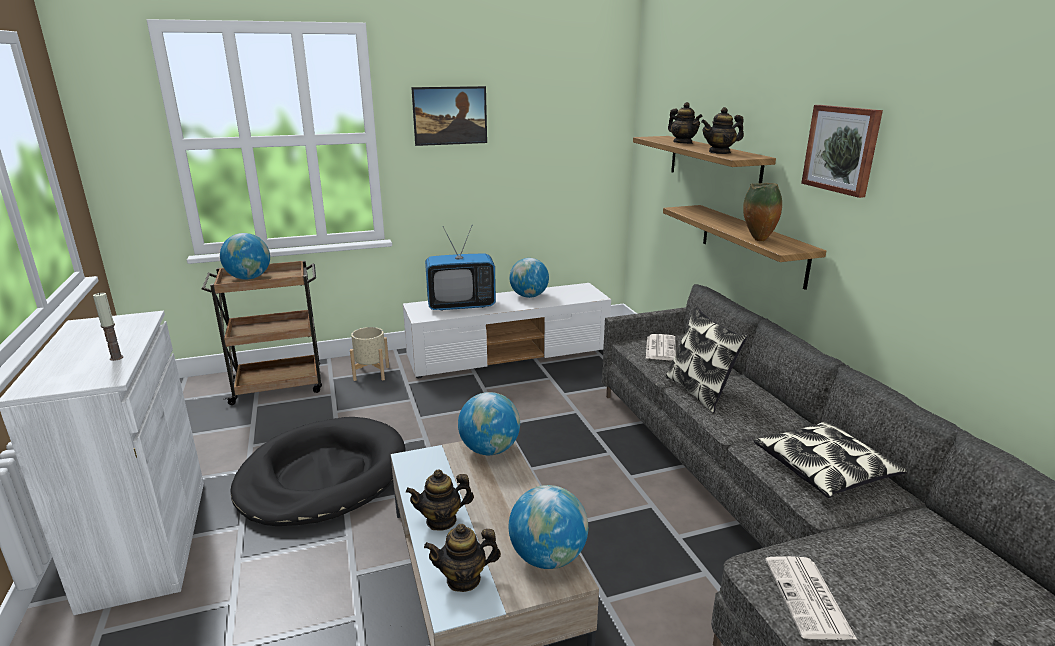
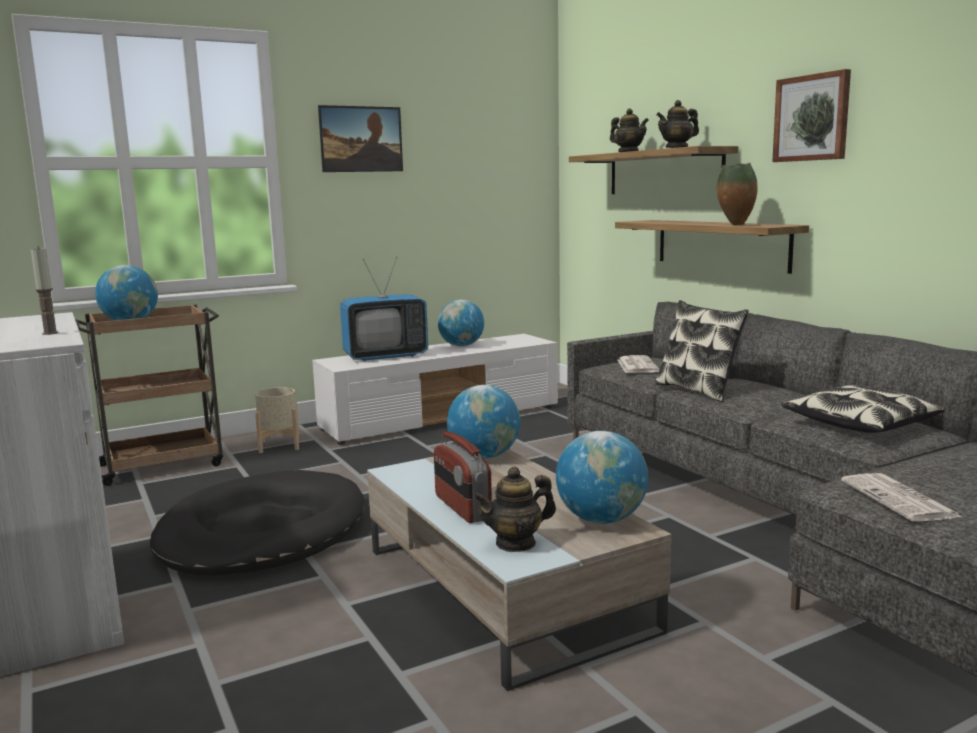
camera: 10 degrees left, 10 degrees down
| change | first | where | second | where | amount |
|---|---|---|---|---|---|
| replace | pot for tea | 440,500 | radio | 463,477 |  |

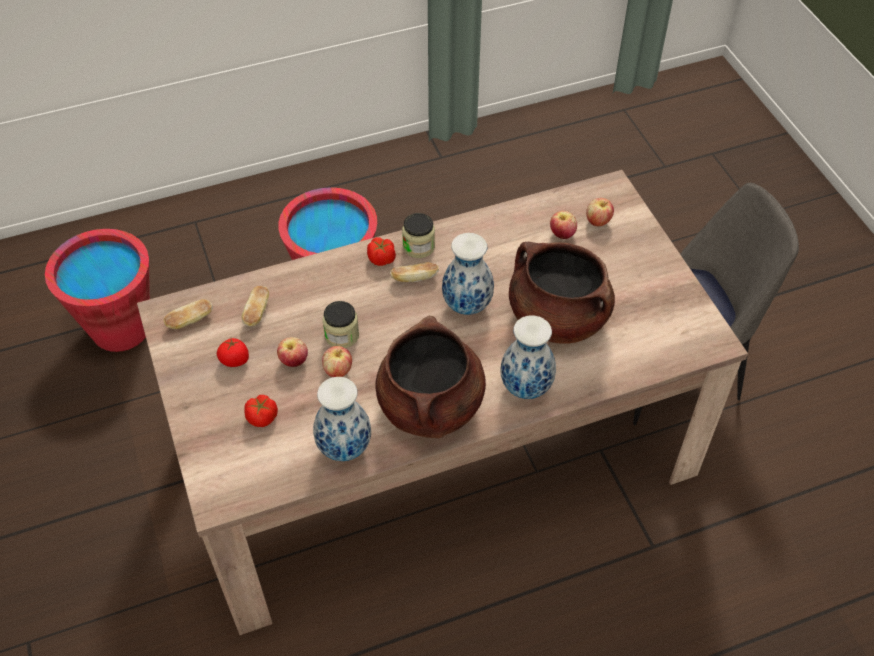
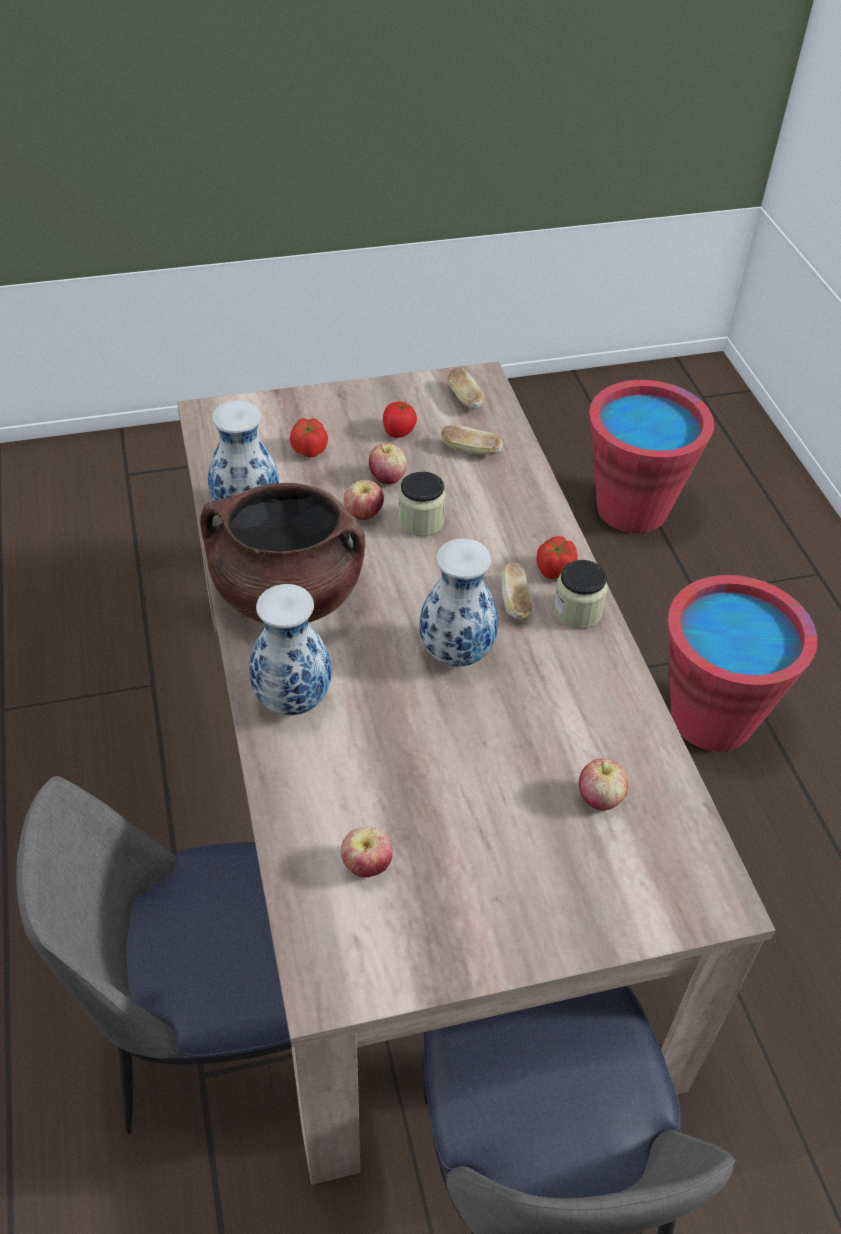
camera: 95 degrees right, 5 degrees down
| change | first | where | second | where | amount |
|---|---|---|---|---|---|
| move | apple | 600,212 |  | 367,851 |  |
| delete | brown stockpot | 562,293 |  |  |  |
| insert |  |  | plain chair | 153,955 |  |

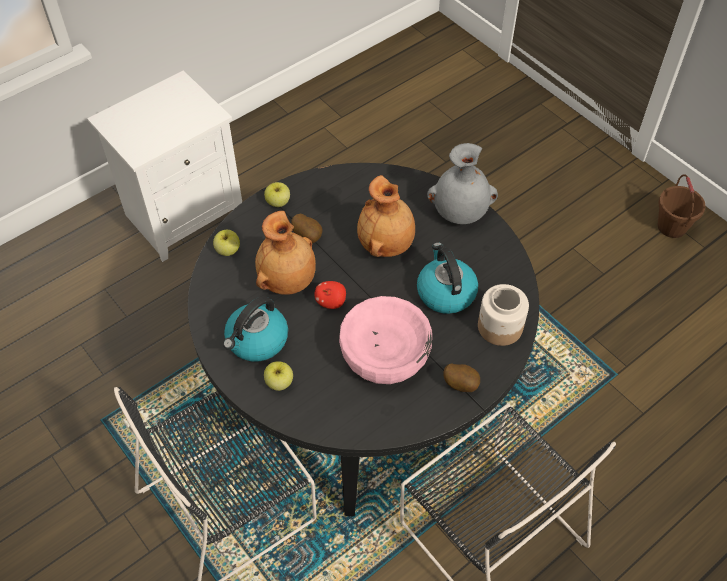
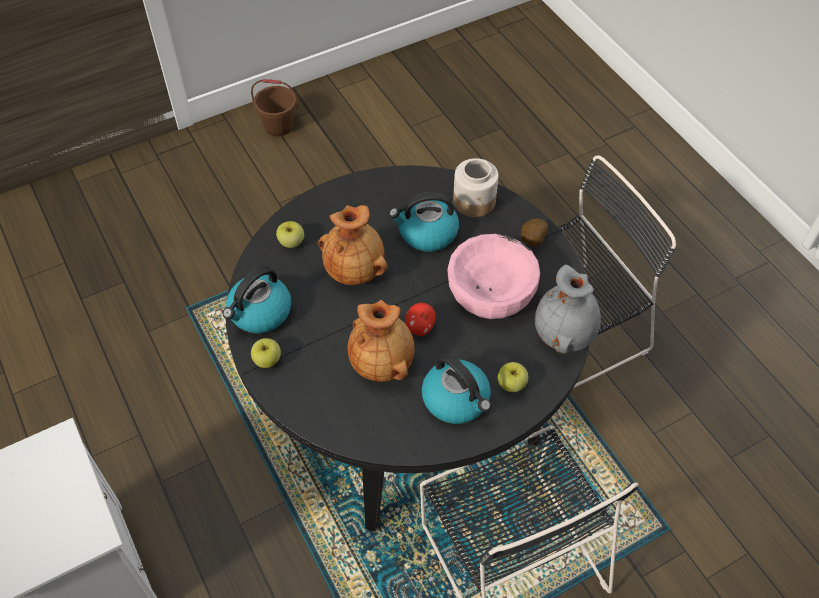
camera: 80 degrees left, 0 degrees up
| change | first | where | second | where | amount |
|---|---|---|---|---|---|
| move | gray flower vase | 462,183 |  | 568,309 |  |
| delete | potato | 306,228 |  |  |  |
| move | apple | 226,243 |  | 290,234 |  |
| insert |  |  | water kettle | 257,299 |  |

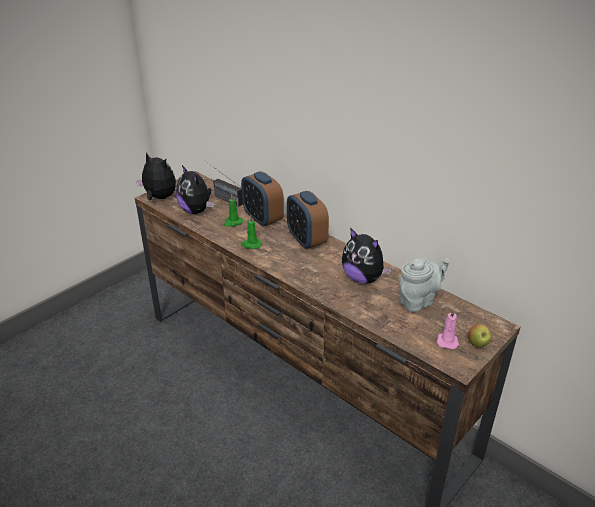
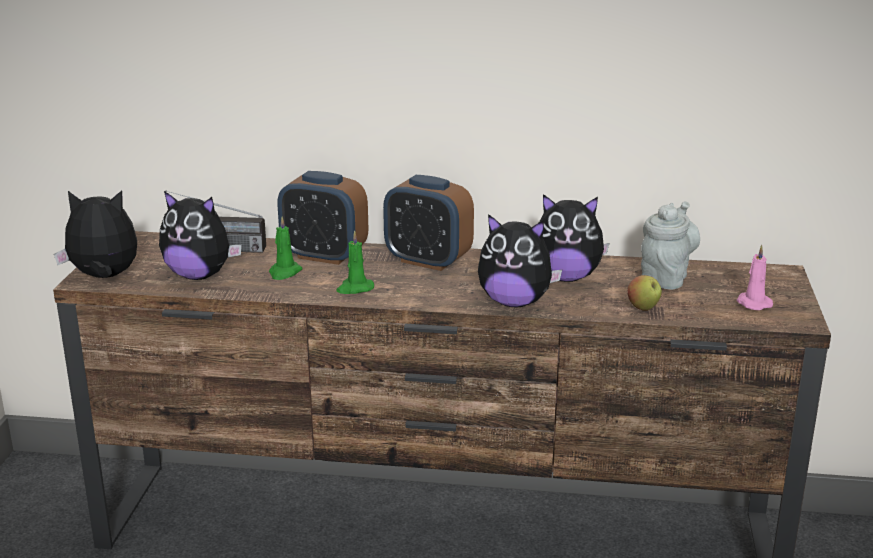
camera: 35 degrees left, 10 degrees down
| change | first | where | second | where | amount |
|---|---|---|---|---|---|
| move | apple | 479,336 |  | 644,293 |  |
| insert |  |  | cuddly toy | 520,261 |  |

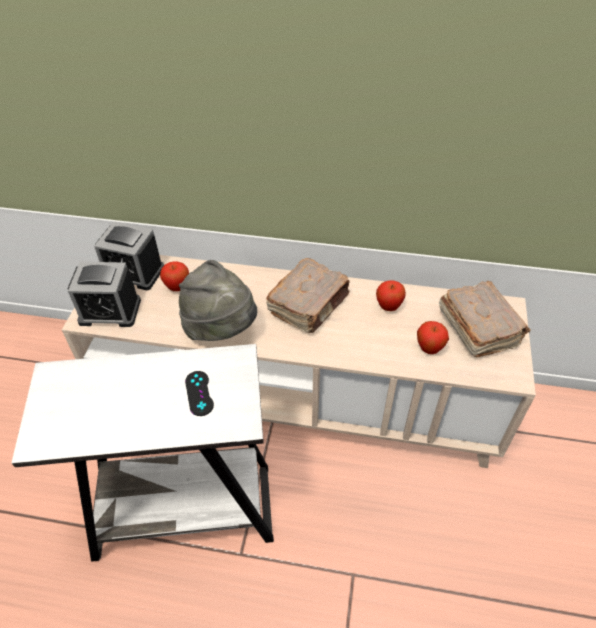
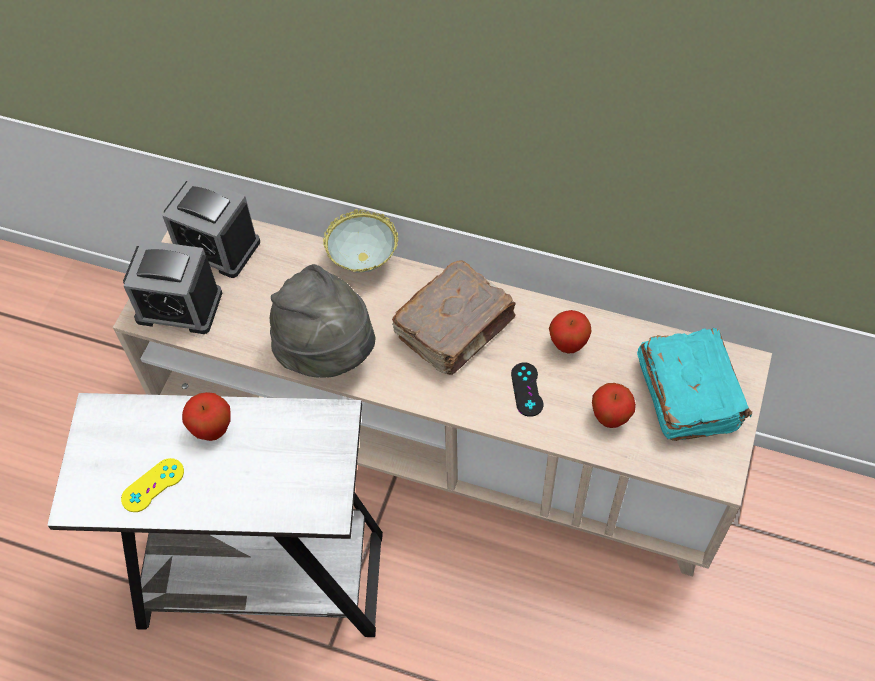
camera: 10 degrees right, 10 degrees up
| change | first | where | second | where | amount |
|---|---|---|---|---|---|
| move | apple | 174,276 |  | 206,416 |  |
| recolor | brown volume | 485,319 | turquoise volume | 694,384 |  |
| move | blackish gamepad | 199,393 |  | 527,389 |  |
| insert |  |  | deep dish | 360,241 |  |
| insert |  |  | yellow gamepad | 152,485 |  |

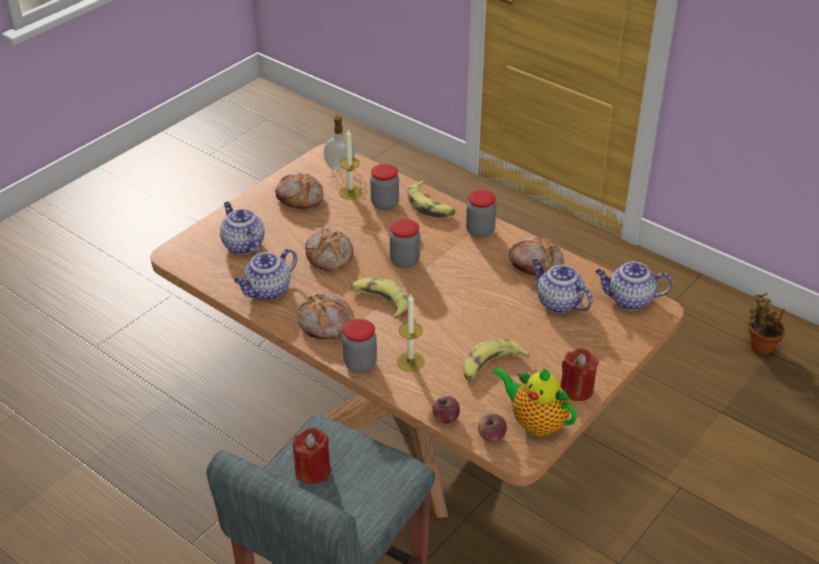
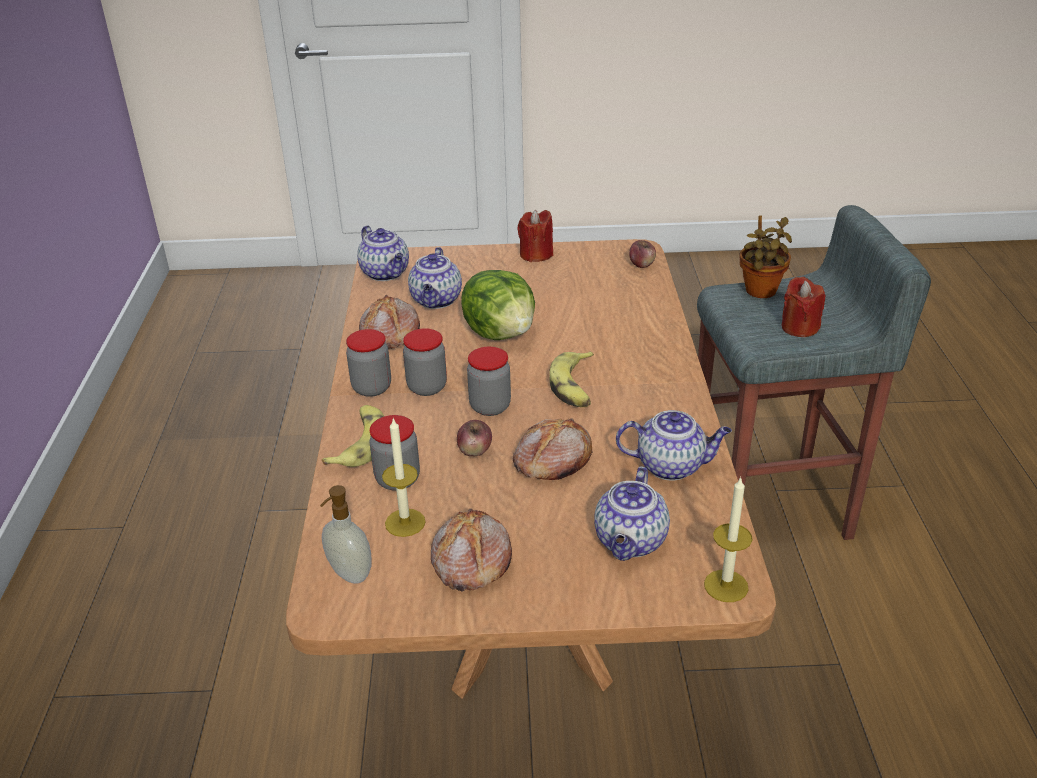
camera: 130 degrees left, 5 degrees down
| change | first | where | second | where | amount |
|---|---|---|---|---|---|
| move | potted plant | 767,324 |  | 765,256 |  |
| delete | bread | 325,316 |  |  |  |
| move | wax candle | 410,333 |  | 728,539 |  |
| move | preserve jar | 359,346 |  | 425,362 |  |
| delete | banana | 496,360 |  |  |  |
| delete | pot for tea | 534,402 |  |  |  |
| move | apple | 446,410 |  | 474,438 |  |
| insert |  |  | lettuce | 498,305 |  |

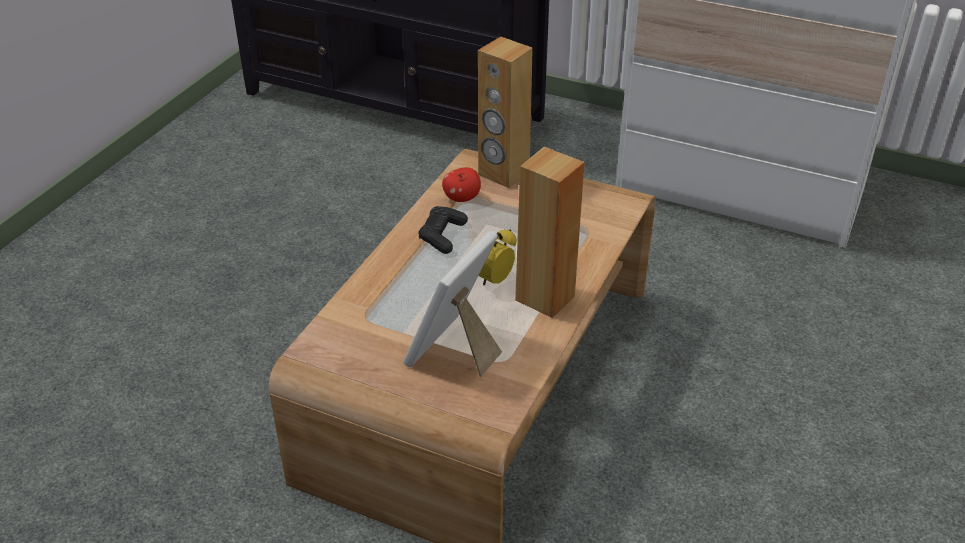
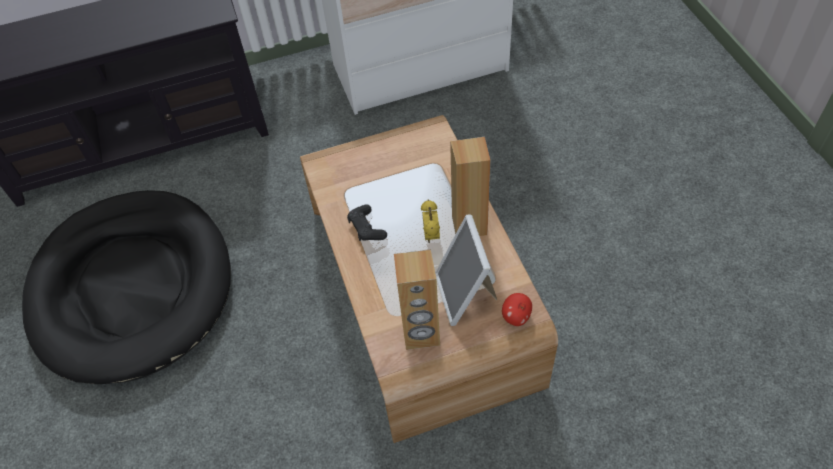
camera: 40 degrees left, 15 degrees up
| change | first | where | second | where | amount |
|---|---|---|---|---|---|
| move | brown audio speaker | 505,112 |  | 417,300 |  |
| move | apple | 461,184 |  | 517,309 |  |
| insert |  |  | blackish dog cushion | 126,287 |  |

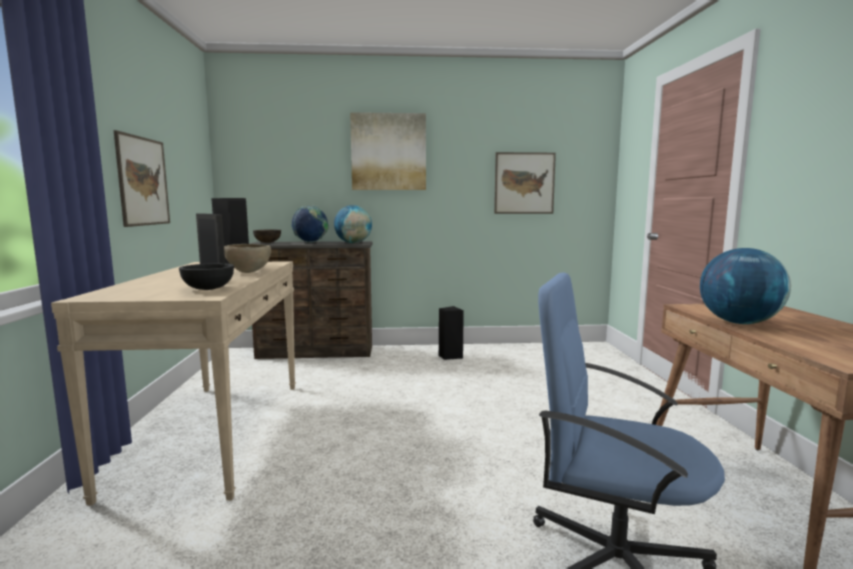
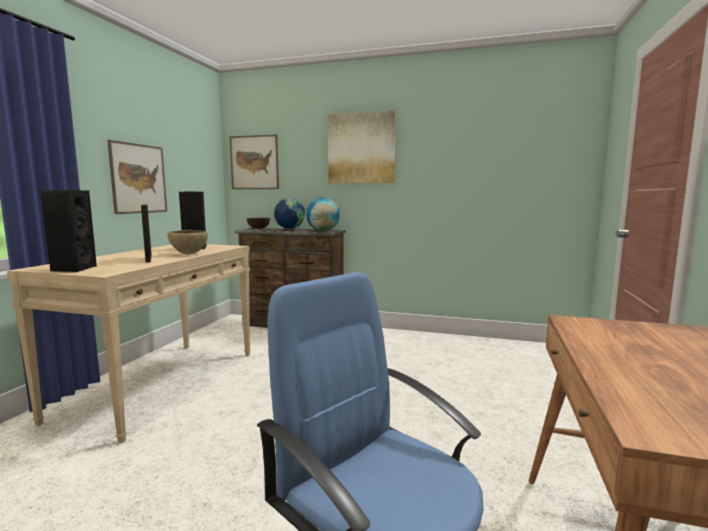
camera: 20 degrees right, 0 degrees up
| change | first | where | second | where | amount |
|---|---|---|---|---|---|
| move | wall art | 525,183 |  | 254,161 |  |
| delete | world globe | 745,286 |  |  |  |
| delete | blackish deep dish | 206,276 |  |  |  |
| move | blackish audio speaker | 451,333 |  | 68,231 |  |

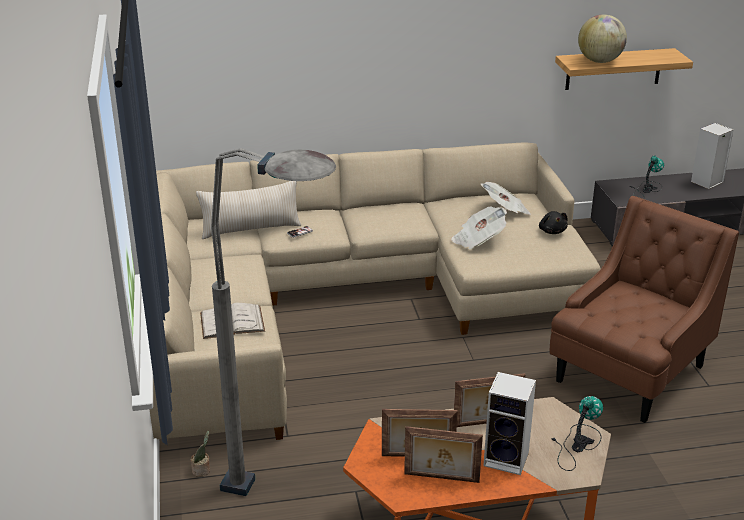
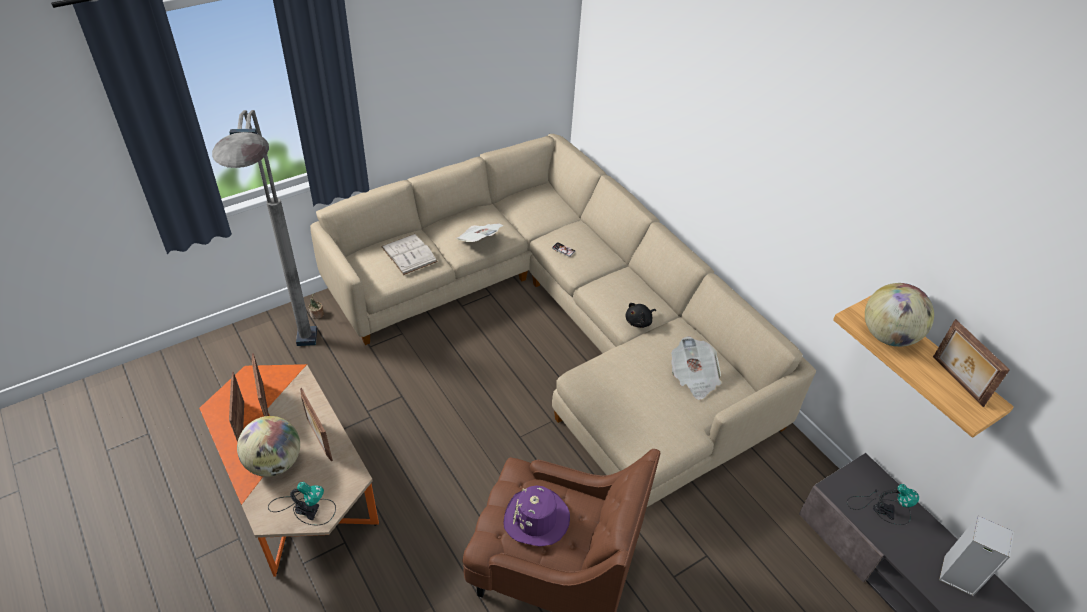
camera: 65 degrees right, 15 degrees up
| change | first | where | second | where | amount |
|---|---|---|---|---|---|
| delete | beige cushion | 248,210 |  |  |  |
| move | printed paper | 479,227 |  | 479,232 |  |
| move | blackish cuddly toy | 553,222 |  | 641,315 |  |
| replace | audio speaker | 509,423 | world globe | 268,446 |  |
| insert |  |  | picture frame | 971,363 |  |
| insert |  |  | purplish wearable hat | 537,516 |  |

